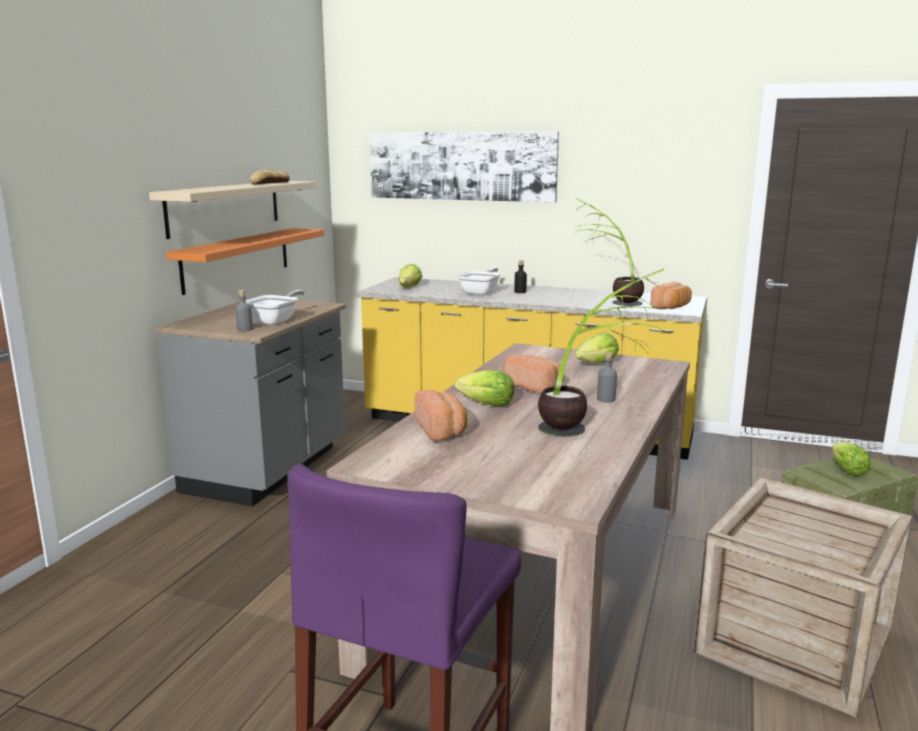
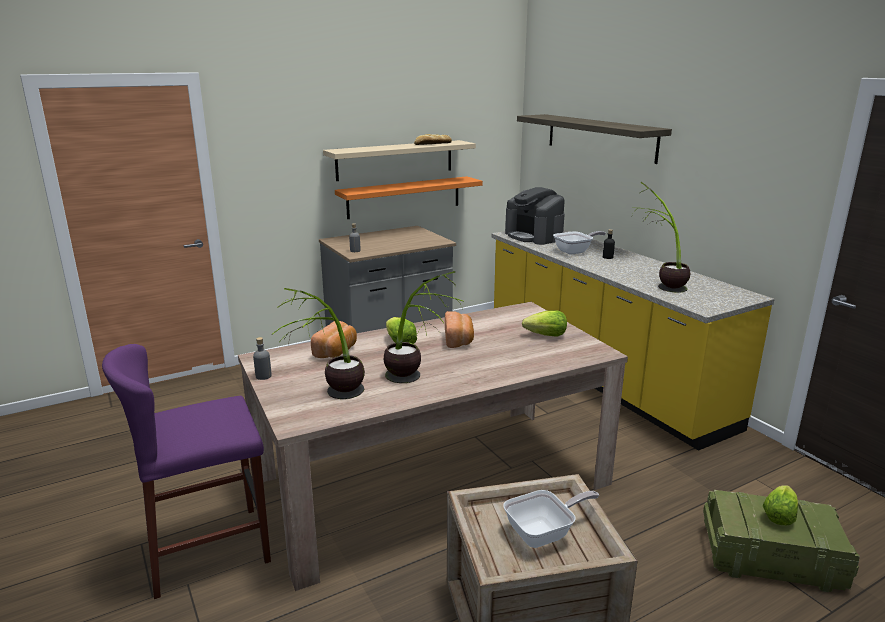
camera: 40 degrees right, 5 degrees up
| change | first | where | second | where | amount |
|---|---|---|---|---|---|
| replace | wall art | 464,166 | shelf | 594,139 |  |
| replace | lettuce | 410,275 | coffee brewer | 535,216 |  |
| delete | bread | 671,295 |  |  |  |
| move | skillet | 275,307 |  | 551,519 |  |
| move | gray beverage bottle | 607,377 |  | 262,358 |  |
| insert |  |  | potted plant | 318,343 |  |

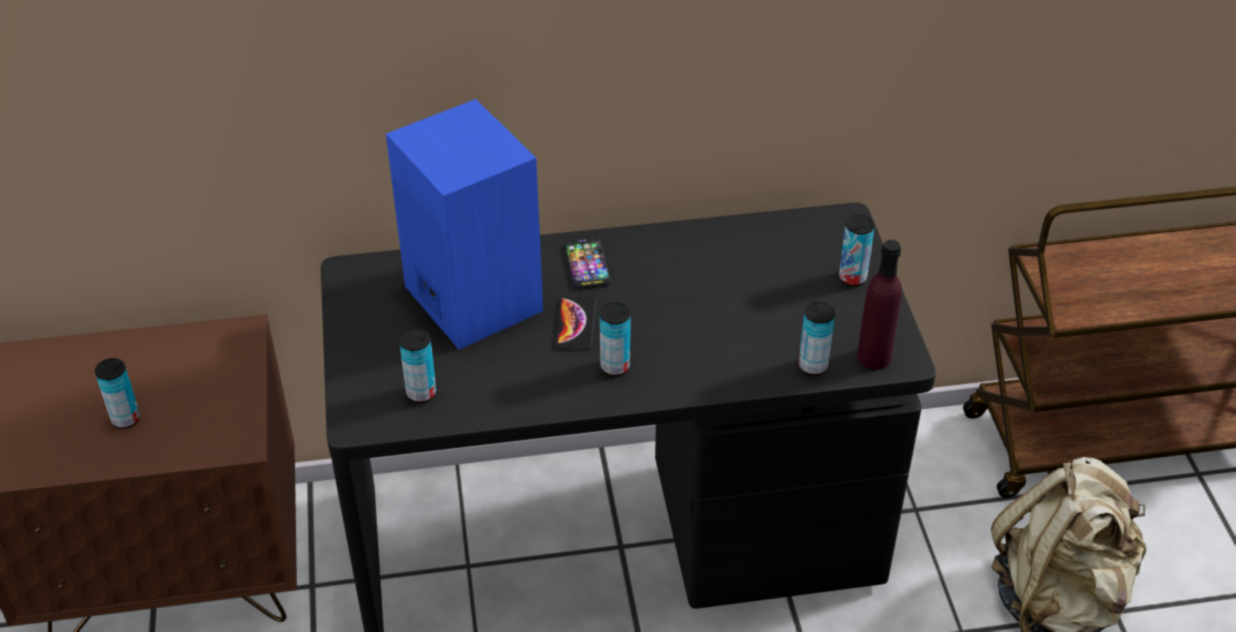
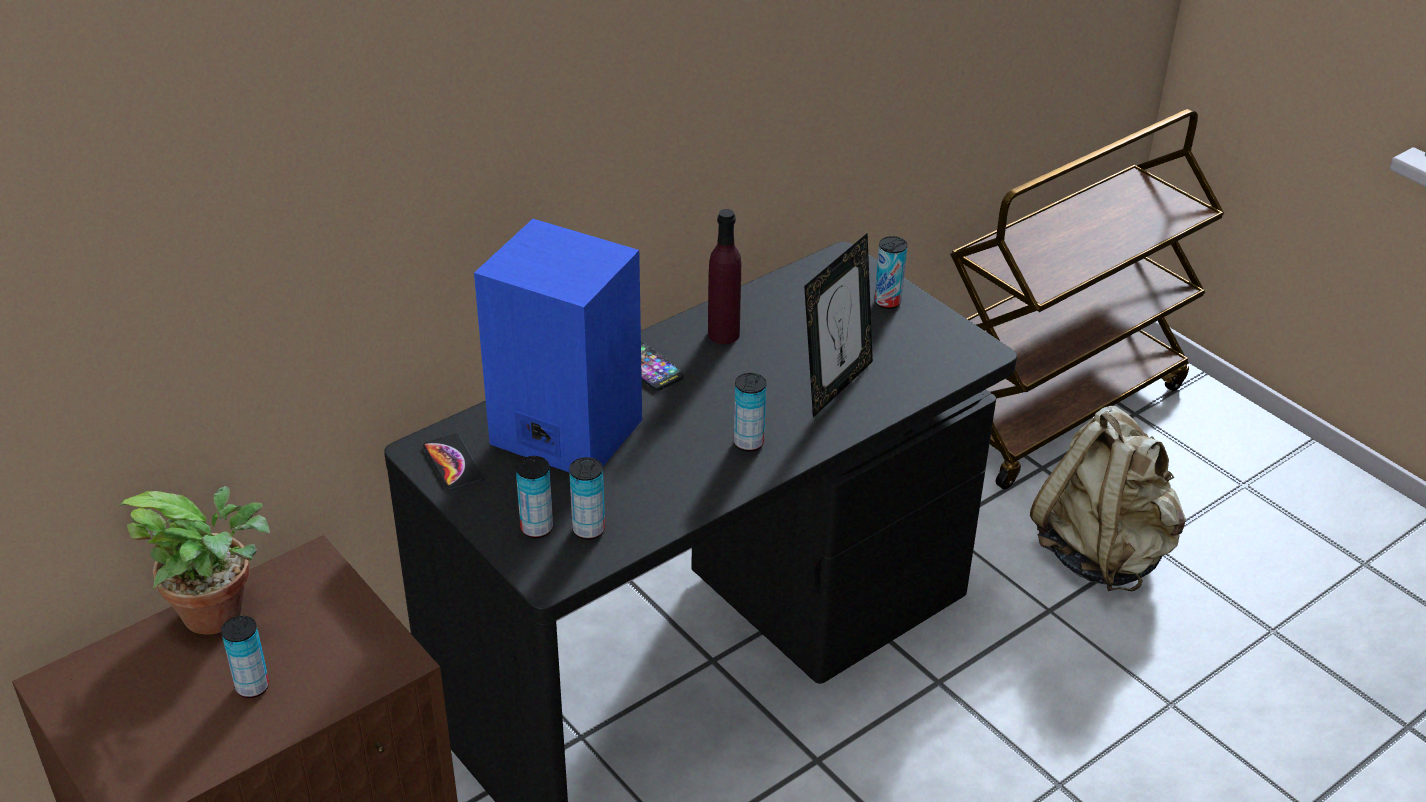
camera: 30 degrees left, 5 degrees down
| change | first | where | second | where | amount |
|---|---|---|---|---|---|
| move | purplish beverage bottle | 879,305 |  | 724,276 |  |
| move | handset | 575,323 |  | 453,461 |  |
| move | metal can | 817,338 |  | 534,497 |  |
| insert |  |  | picture frame | 838,325 |  |
| insert |  |  | potted plant | 193,560 |  |

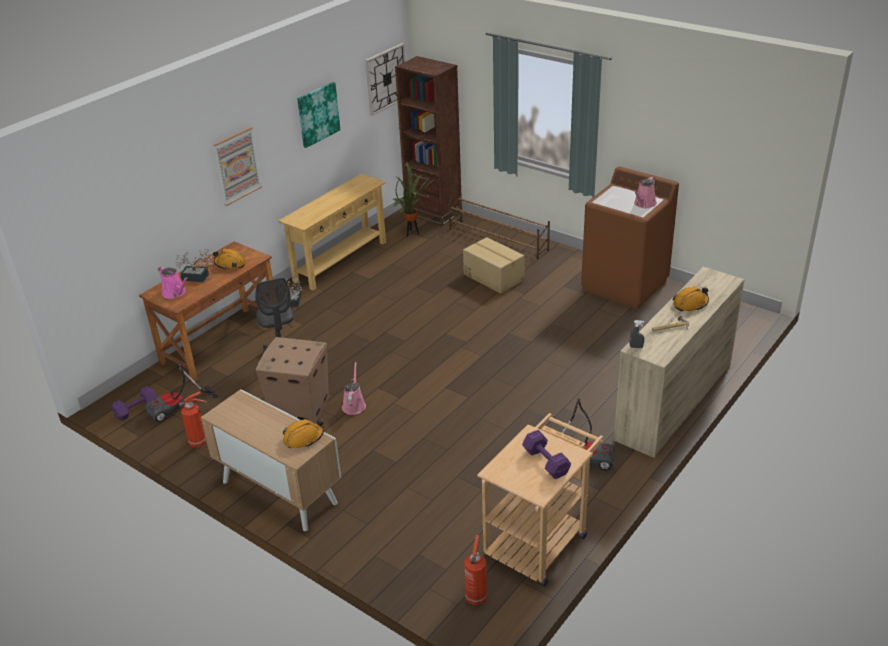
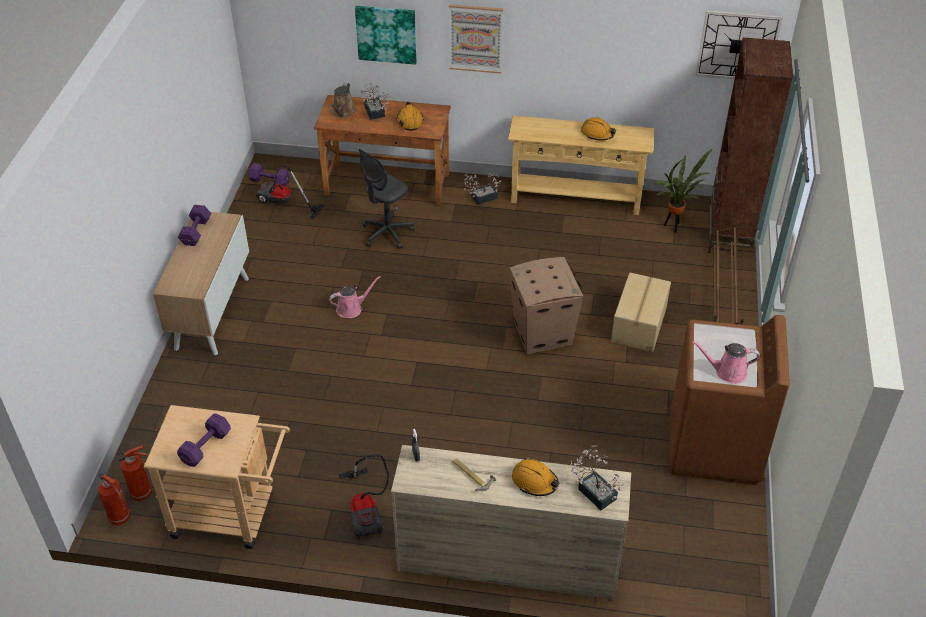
camera: 60 degrees right, 10 degrees up
| change | first | where | second | where | amount |
|---|---|---|---|---|---|
| move | wall art | 318,115 |  | 386,35 |  |
| recolor | pink watering pot | 173,282 | brown watering pot | 343,100 |  |
| move | carton | 292,380 |  | 546,305 |  |
| move | fire-fighting cylinder | 193,419 |  | 114,499 |  |
| move | orange hard hat | 303,433 |  | 598,129 |  |
| insert |  |  | purplish free weight | 194,225 |  |
| insert |  |  | potted plant | 598,477 |  |

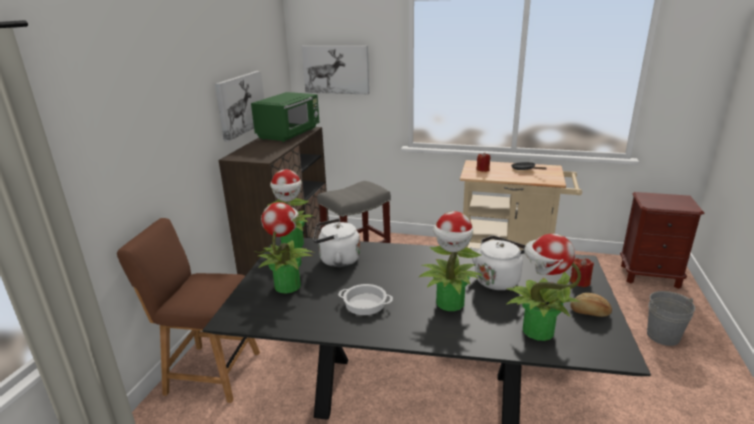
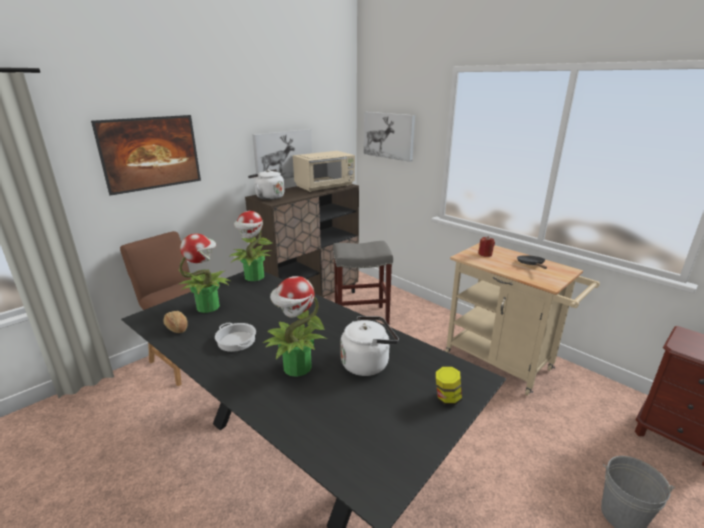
camera: 30 degrees right, 0 degrees up
| change | first | where | second | where | amount |
|---|---|---|---|---|---|
| recolor | green kitchen microwave | 285,117 | beige kitchen microwave | 324,171 |  |
| move | white-coloured water kettle | 336,242 |  | 266,184 |  |
| delete | potted plant | 543,287 |  |  |  |
| replace | red-coloured wax candle | 582,272 | preserve jar | 449,386 |  |
| move | bread | 591,305 |  | 175,322 |  |
| insert |  |  | wall art | 146,155 |  |

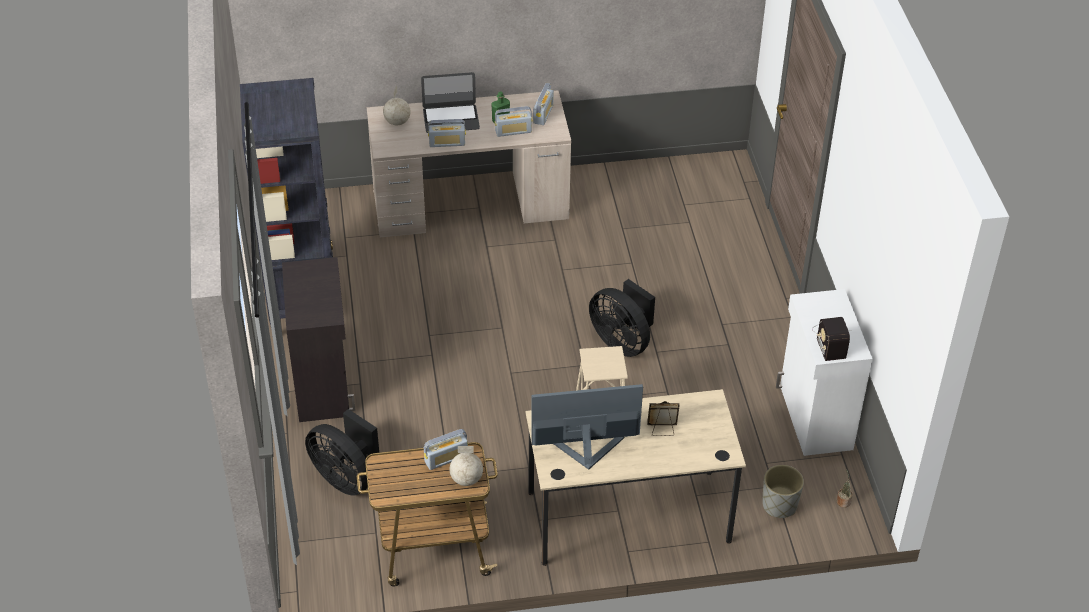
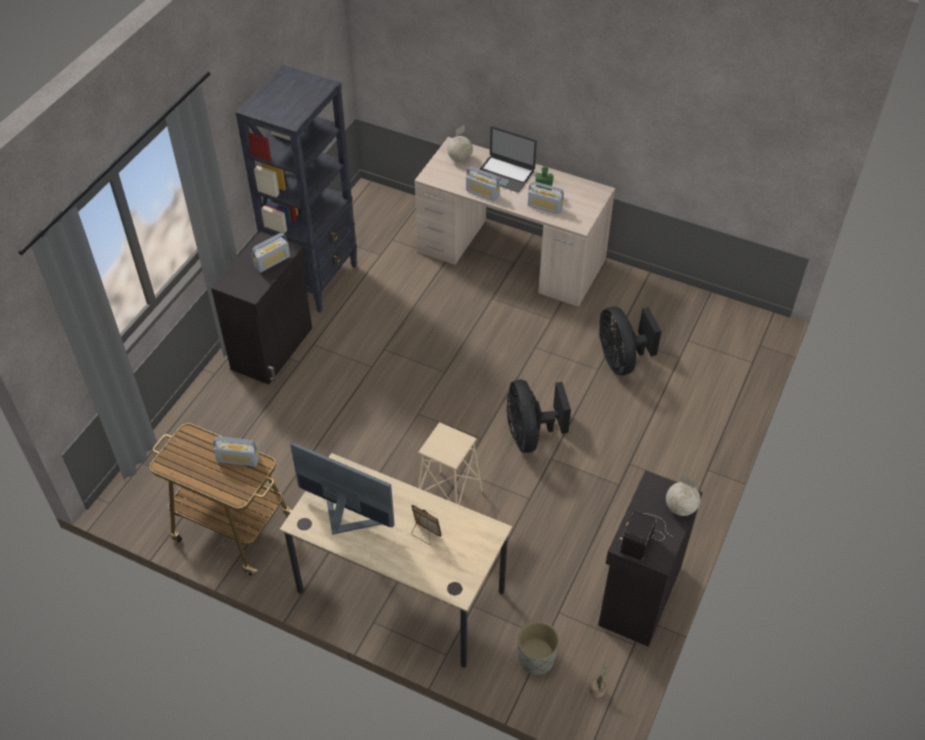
camera: 35 degrees right, 5 degrees up
| change | first | where | second | where | amount |
|---|---|---|---|---|---|
| move | radio | 543,104 |  | 271,252 |  |
| recolor | white-coloured storage cabinet | 824,372 | blackish storage cabinet | 650,558 |  |
| move | blackish fan | 342,452 |  | 630,341 |  |
| move | world globe | 466,466 |  | 683,495 |  |

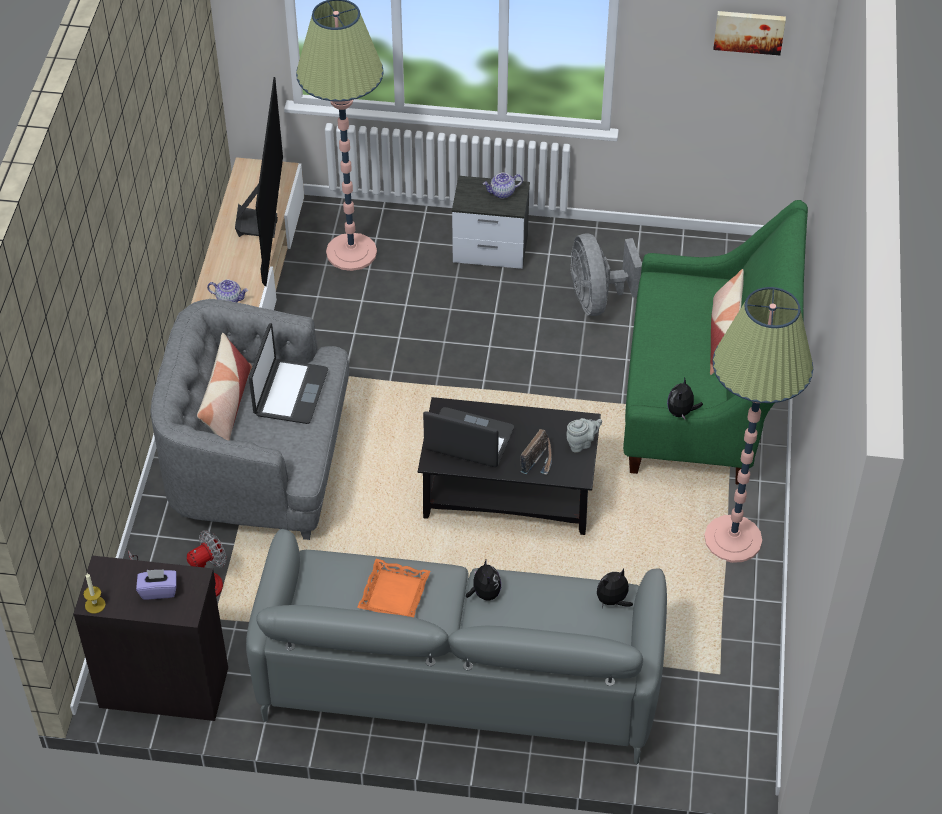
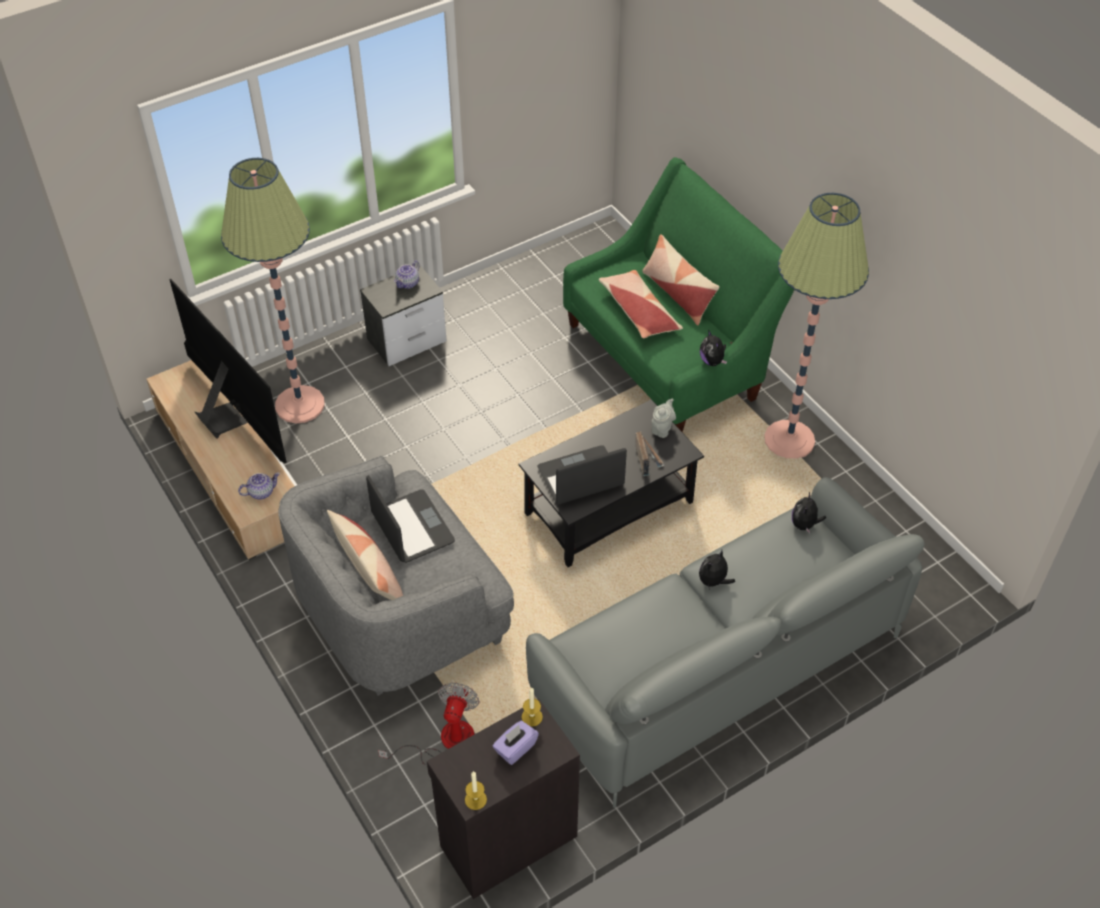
camera: 40 degrees left, 0 degrees up
| change | first | where | second | where | amount |
|---|---|---|---|---|---|
| delete | wall art | 749,33 |  |  |  |
| delete | gray fan | 606,275 |  |  |  |
| rotate | cuddly toy | 483,579 |  | 717,570 | 90 degrees counterclockwise |
| delete | orange serving tray | 393,588 |  |  |  |
| insert |  |  | cushion | 641,304 |  |
| insert |  |  | wax candle | 532,707 |  |

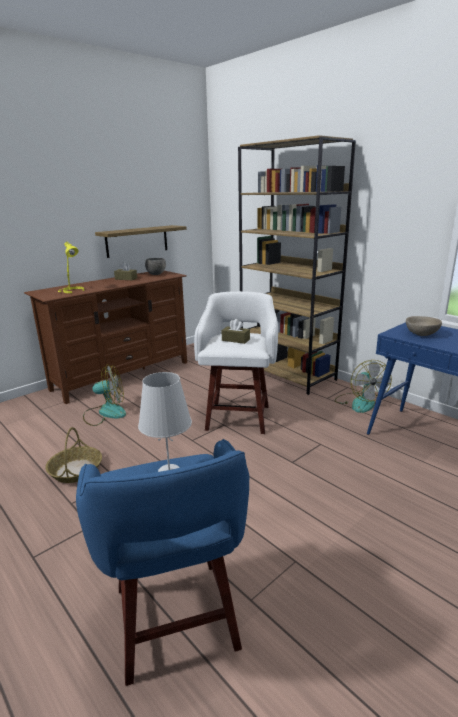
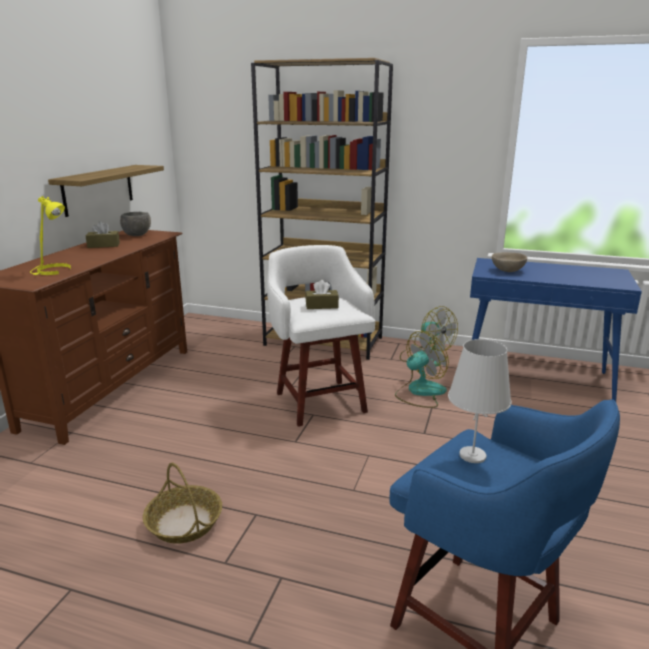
camera: 30 degrees left, 0 degrees up
| change | first | where | second | where | amount |
|---|---|---|---|---|---|
| move | fan | 104,395 |  | 422,369 |  |

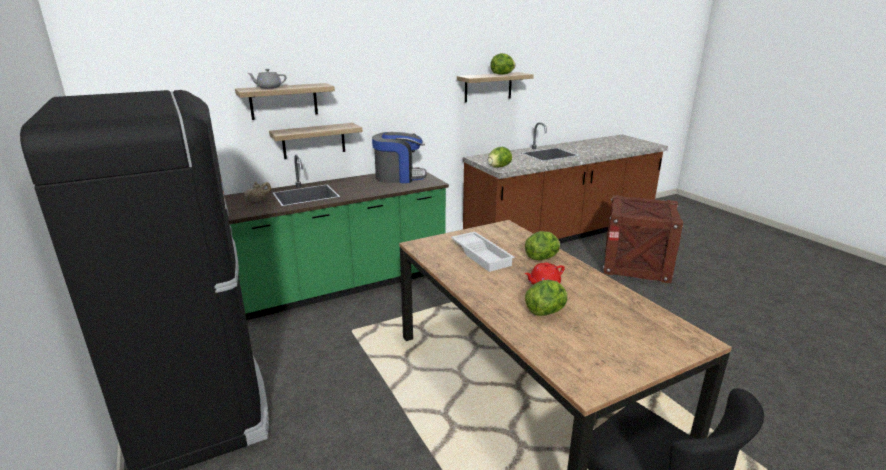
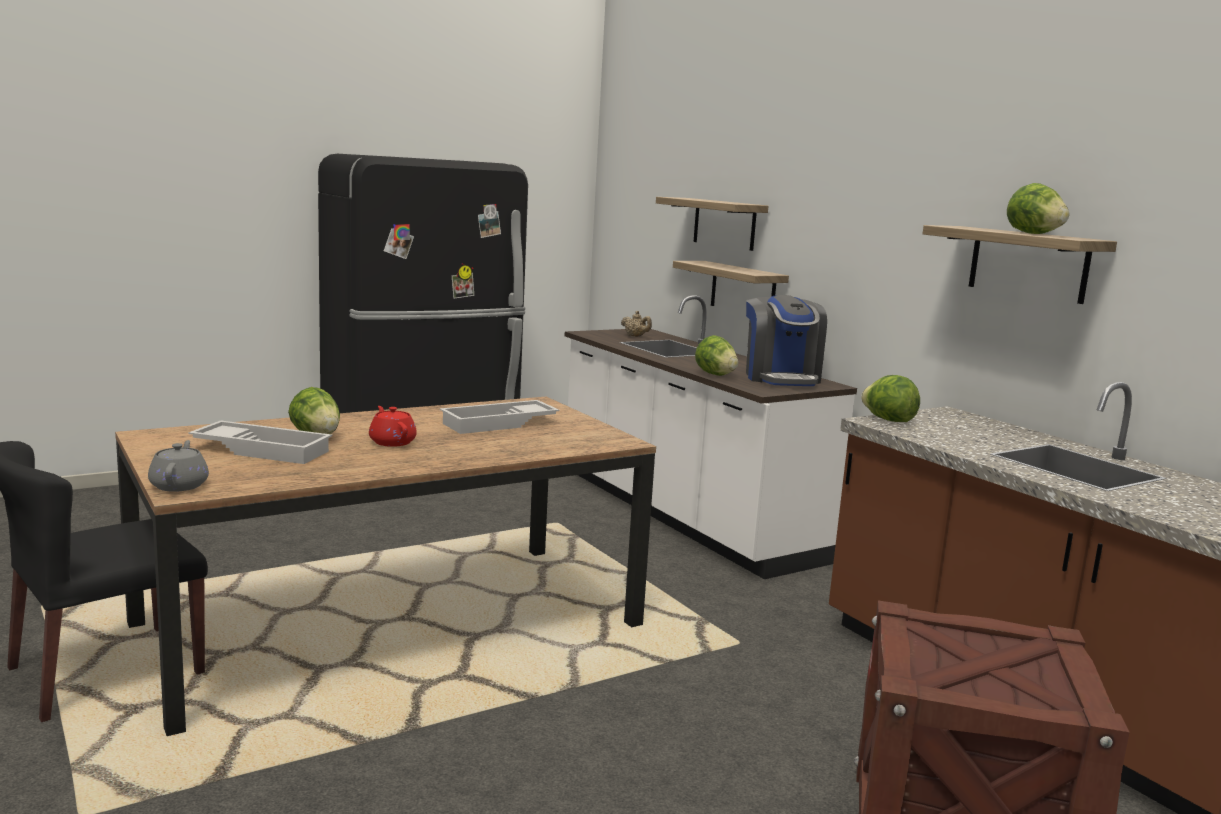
camera: 85 degrees right, 10 degrees down
| change | first | where | second | where | amount |
|---|---|---|---|---|---|
| move | gray pot for tea | 267,79 |  | 178,466 |  |
| recolor | green counter | 337,237 | white-coloured counter | 711,437 |  |
| move | lettuce | 542,245 |  | 716,355 |  |
| insert |  |  | white-coloured serving tray | 260,442 |  |

